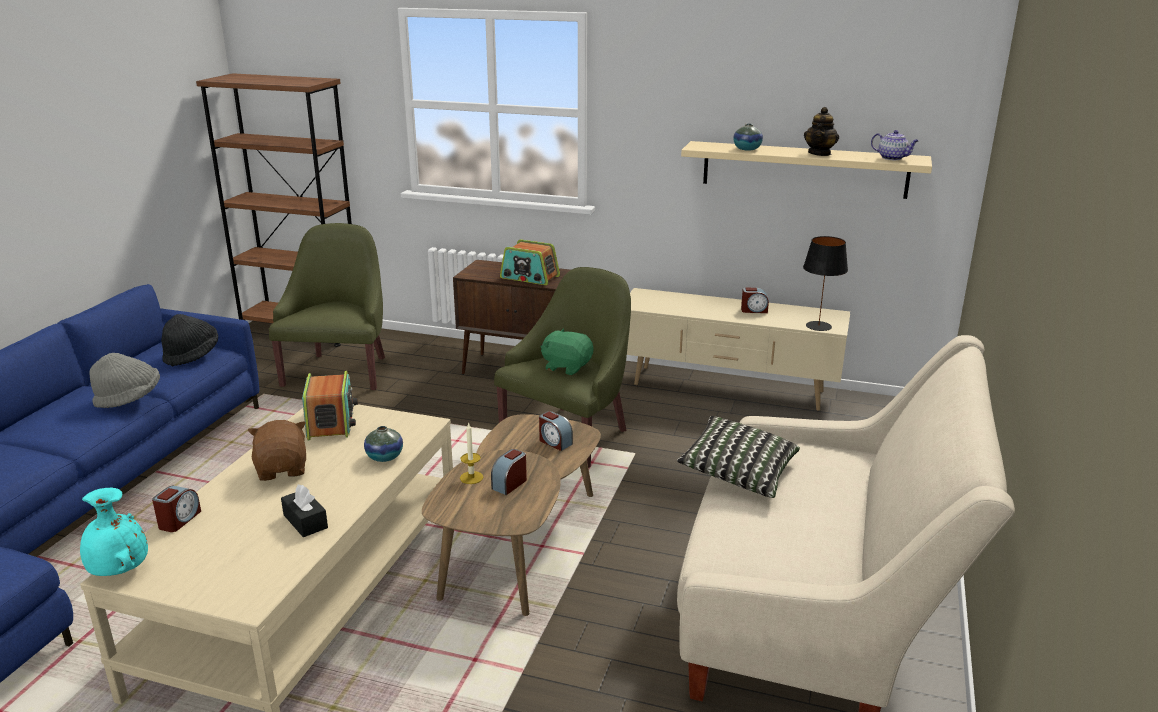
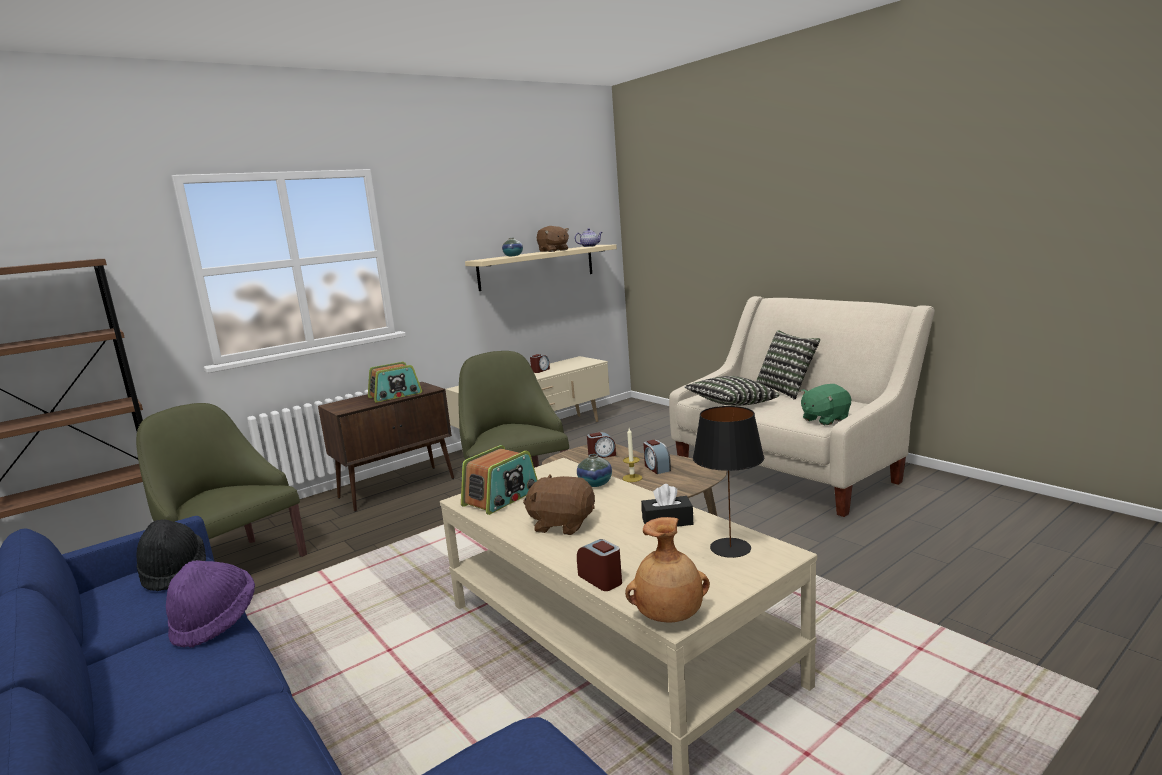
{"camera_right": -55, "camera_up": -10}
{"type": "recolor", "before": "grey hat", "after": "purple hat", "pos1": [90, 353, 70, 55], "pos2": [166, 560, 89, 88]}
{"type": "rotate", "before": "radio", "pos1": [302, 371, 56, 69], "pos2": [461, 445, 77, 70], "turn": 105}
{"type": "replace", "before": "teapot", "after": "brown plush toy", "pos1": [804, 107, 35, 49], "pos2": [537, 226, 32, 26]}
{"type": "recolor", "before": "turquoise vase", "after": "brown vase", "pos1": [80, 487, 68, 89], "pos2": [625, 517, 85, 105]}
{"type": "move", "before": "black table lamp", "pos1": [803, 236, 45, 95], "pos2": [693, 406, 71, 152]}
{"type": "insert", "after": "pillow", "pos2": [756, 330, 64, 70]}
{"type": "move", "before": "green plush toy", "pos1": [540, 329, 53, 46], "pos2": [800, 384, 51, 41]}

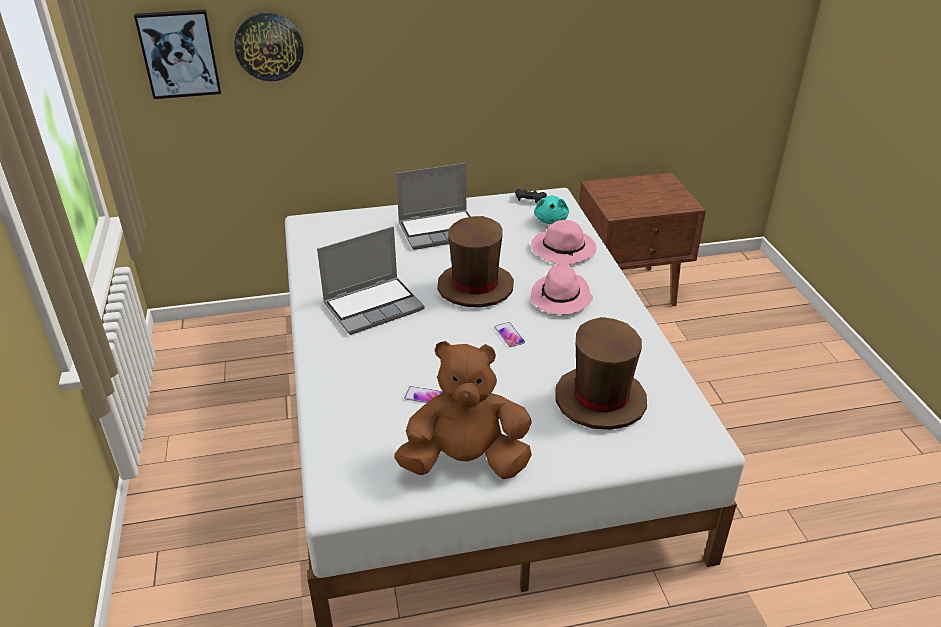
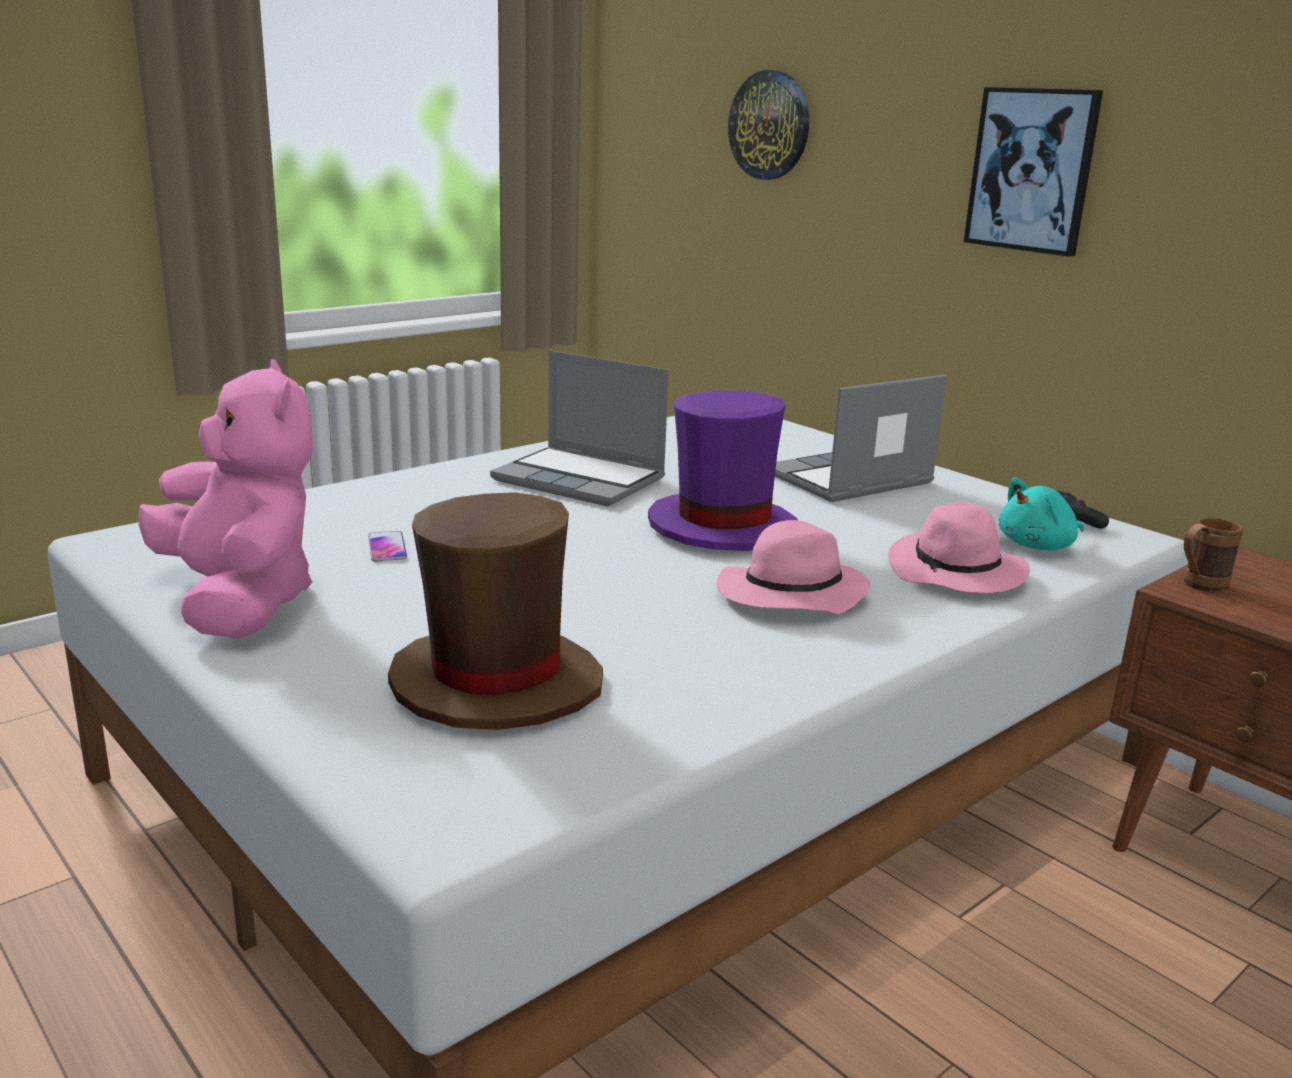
{"camera_right": 60, "camera_up": -15}
{"type": "recolor", "before": "brown plush toy", "after": "pink plush toy", "pos1": [395, 341, 137, 138], "pos2": [138, 359, 175, 279]}
{"type": "recolor", "before": "brown hat", "after": "purple hat", "pos1": [437, 216, 77, 91], "pos2": [648, 390, 151, 161]}
{"type": "rotate", "before": "laptop", "pos1": [396, 163, 75, 87], "pos2": [775, 375, 172, 127], "turn": 105}
{"type": "move", "before": "picture", "pos1": [134, 9, 87, 90], "pos2": [964, 87, 139, 170]}
{"type": "insert", "after": "brown mug", "pos2": [1184, 517, 59, 76]}
{"type": "delete", "before": "phone", "pos1": [494, 322, 31, 25]}

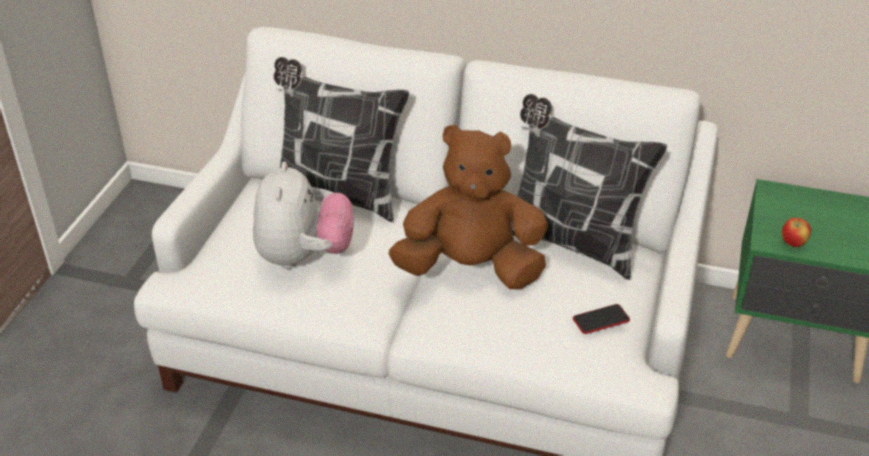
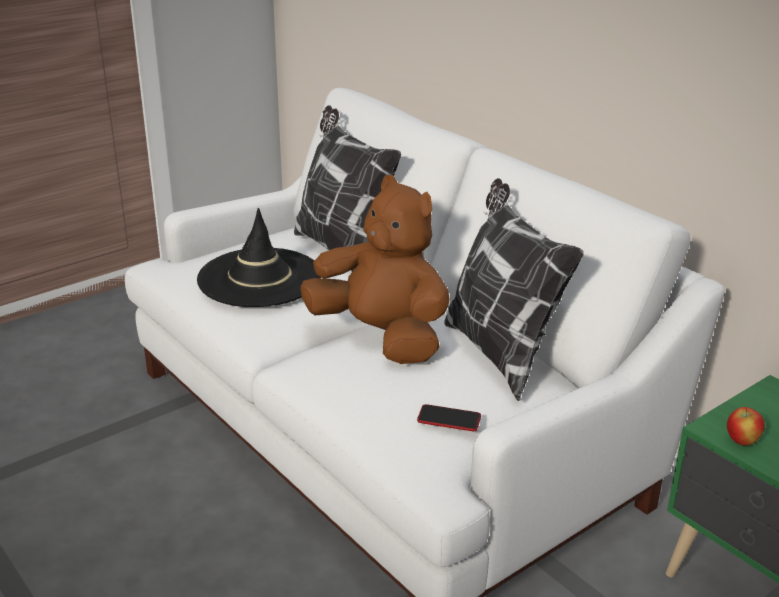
{"camera_right": 35, "camera_up": -10}
{"type": "replace", "before": "plush toy", "after": "black hat", "pos1": [253, 162, 101, 107], "pos2": [197, 208, 124, 99]}

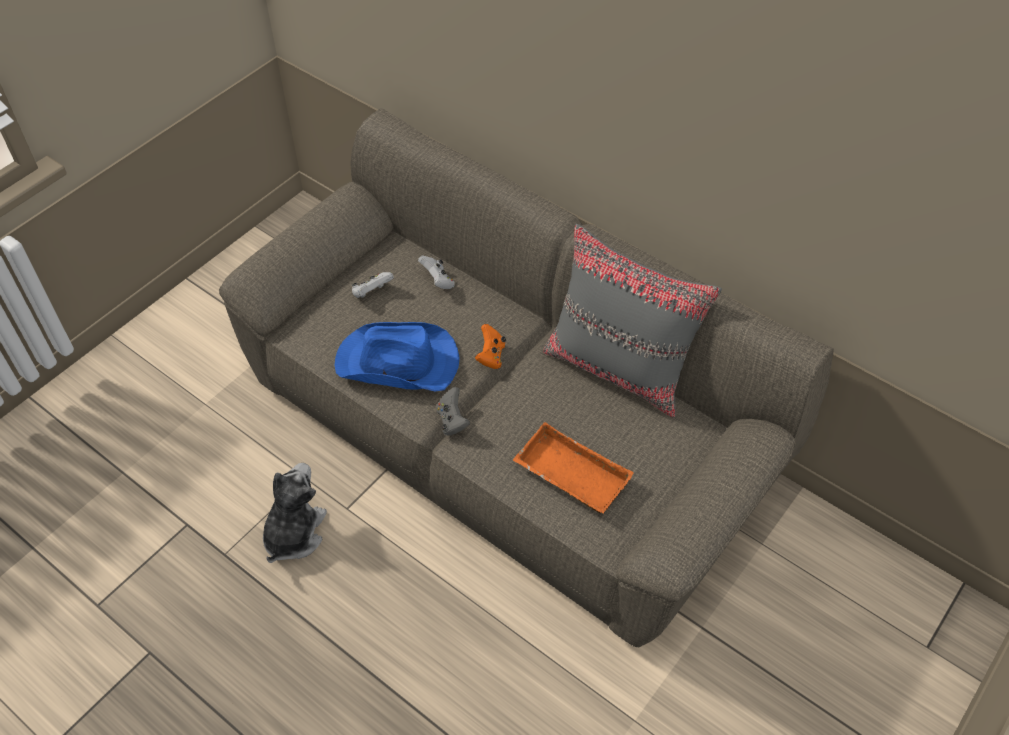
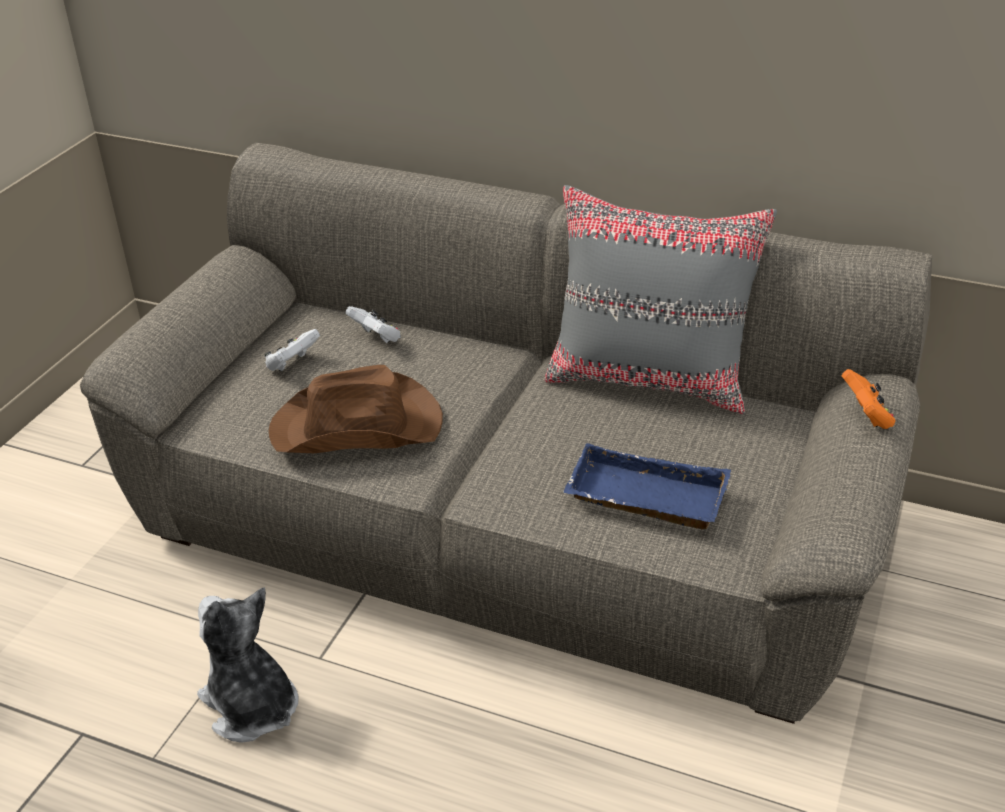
{"camera_right": -15, "camera_up": -15}
{"type": "rotate", "before": "plush toy", "pos1": [263, 463, 64, 100], "pos2": [197, 587, 101, 156], "turn": -45}
{"type": "recolor", "before": "blue hat", "after": "brown hat", "pos1": [335, 322, 125, 70], "pos2": [269, 365, 174, 88]}
{"type": "recolor", "before": "orange tray", "after": "blue tray", "pos1": [513, 422, 121, 92], "pos2": [563, 443, 168, 86]}
{"type": "move", "before": "orange game controller", "pos1": [475, 324, 31, 45], "pos2": [842, 369, 53, 60]}
{"type": "delete", "before": "grey game controller", "pos1": [436, 387, 34, 49]}

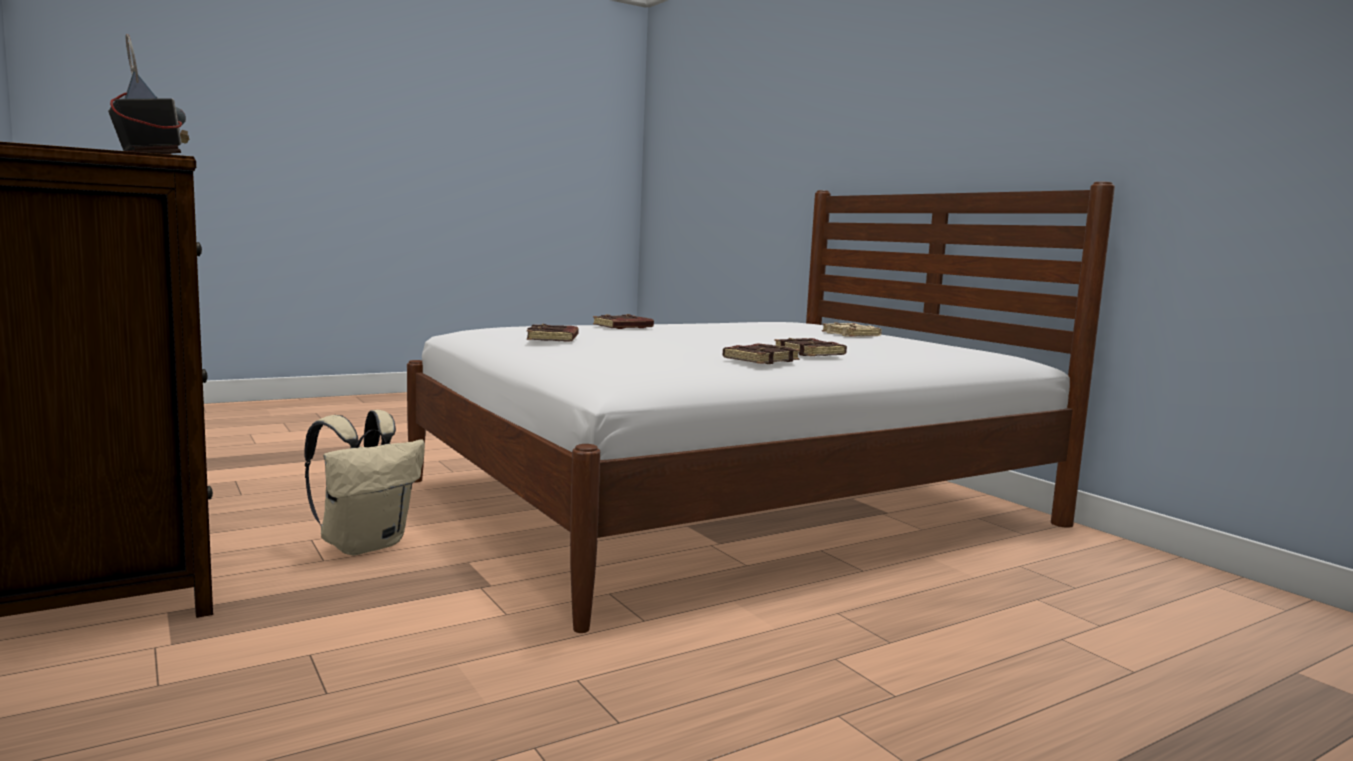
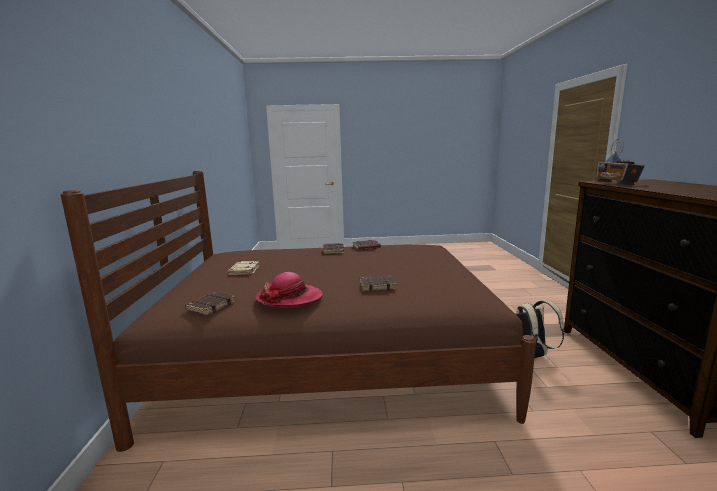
{"camera_right": -150, "camera_up": 5}
{"type": "recolor", "before": "white bed", "after": "brown bed", "pos1": [407, 182, 708, 451], "pos2": [61, 171, 475, 281]}
{"type": "move", "before": "brown book", "pos1": [527, 323, 52, 19], "pos2": [185, 292, 51, 23]}
{"type": "insert", "after": "hat", "pos2": [255, 272, 68, 36]}

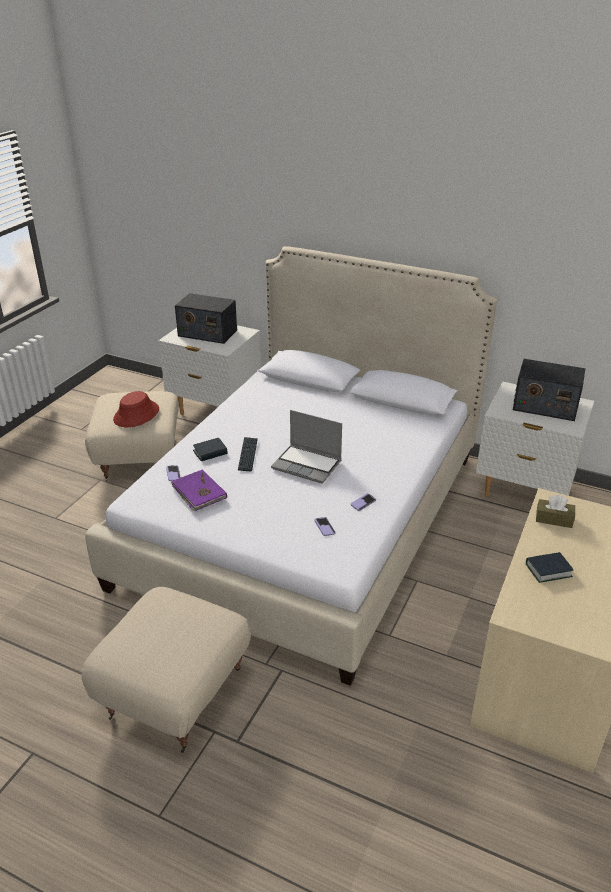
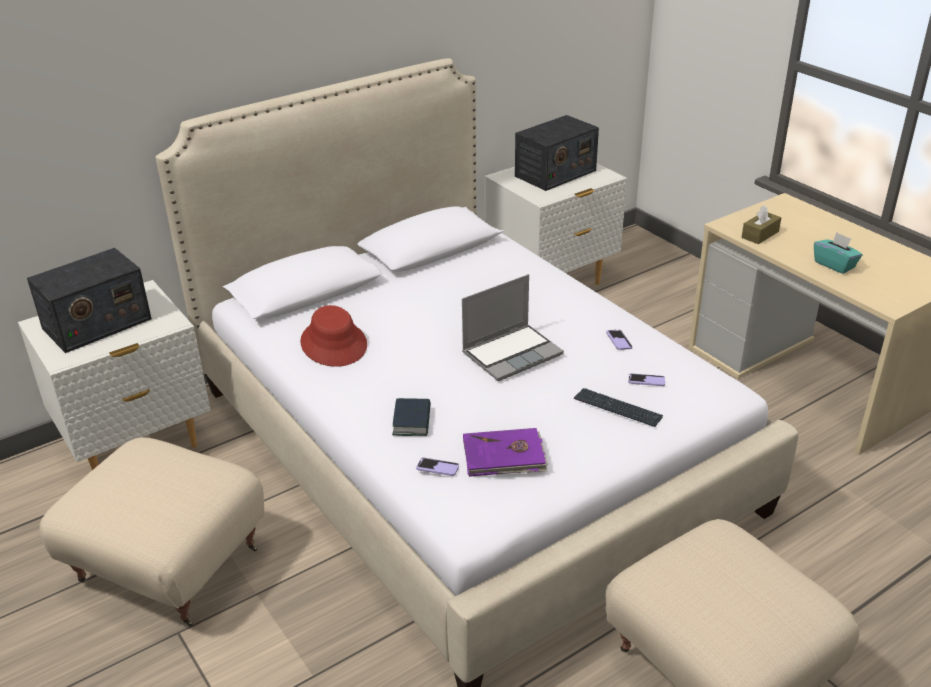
{"camera_right": -60, "camera_up": 0}
{"type": "move", "before": "red hat", "pos1": [113, 391, 46, 36], "pos2": [300, 305, 67, 62]}
{"type": "move", "before": "keyboard", "pos1": [238, 437, 20, 34], "pos2": [574, 388, 89, 39]}
{"type": "replace", "before": "book", "after": "turquoise tissue box", "pos1": [526, 552, 47, 31], "pos2": [814, 232, 49, 42]}

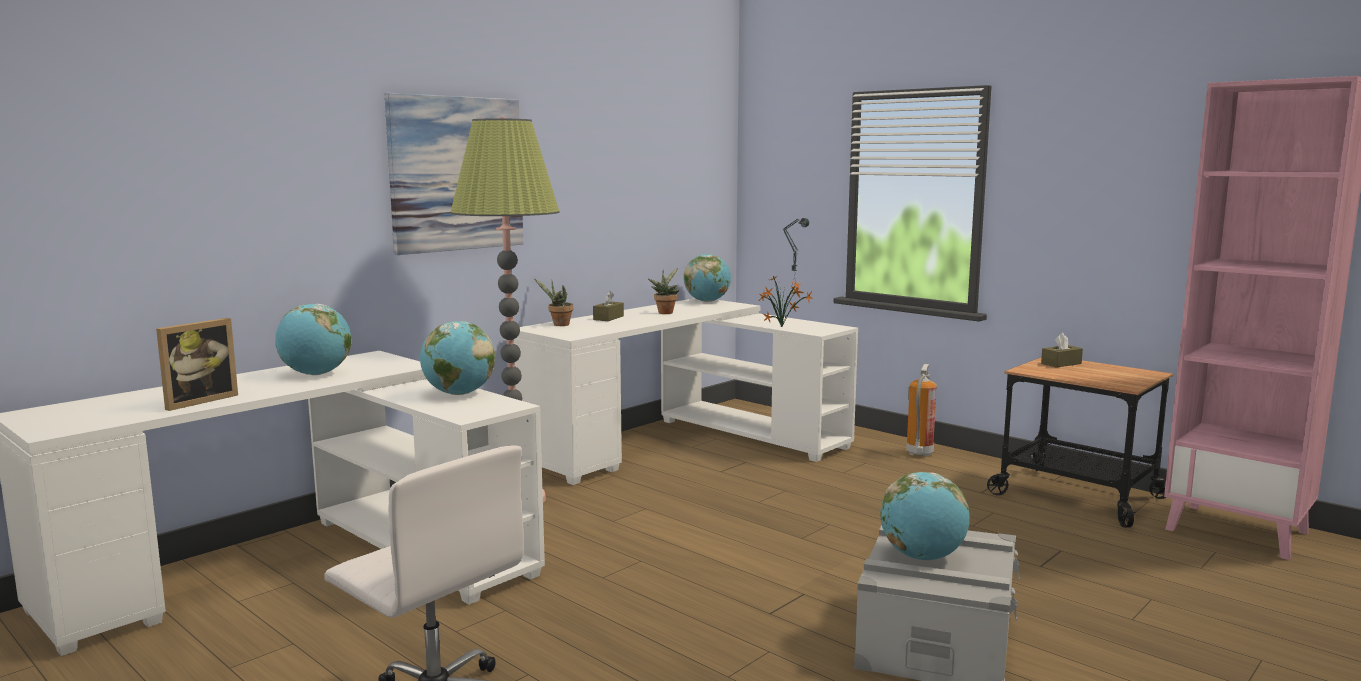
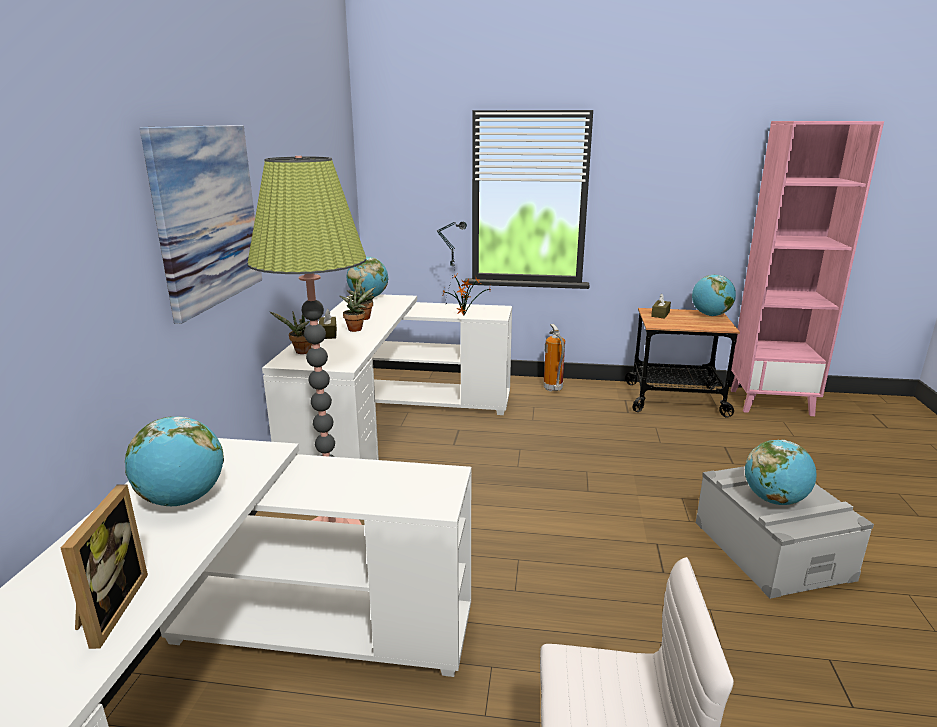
{"camera_right": -35, "camera_up": 10}
{"type": "insert", "after": "potted plant", "pos2": [340, 287, 35, 45]}
{"type": "move", "before": "globe", "pos1": [420, 321, 75, 74], "pos2": [692, 274, 44, 42]}

